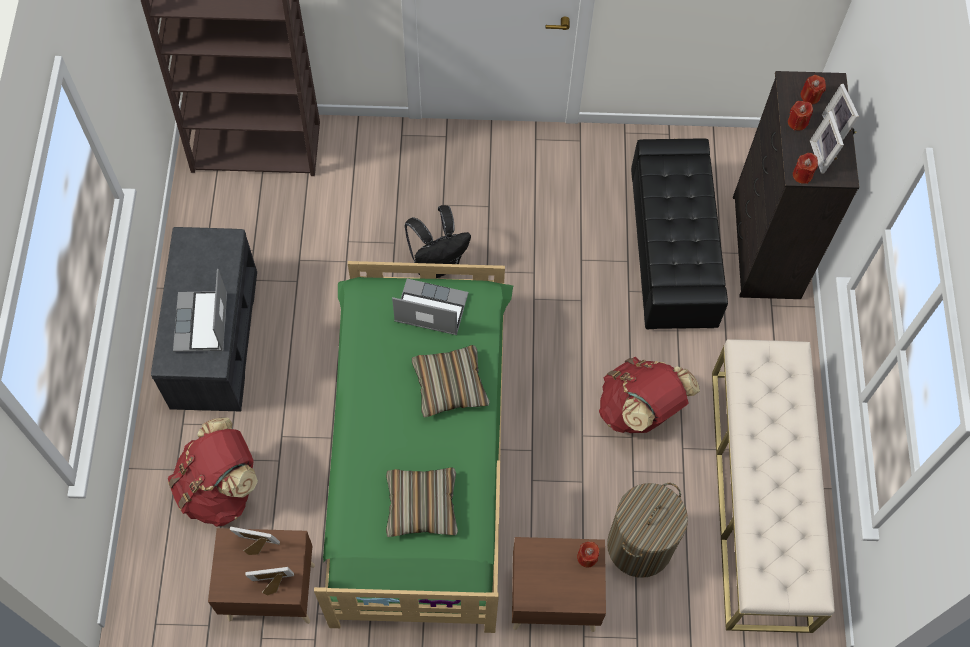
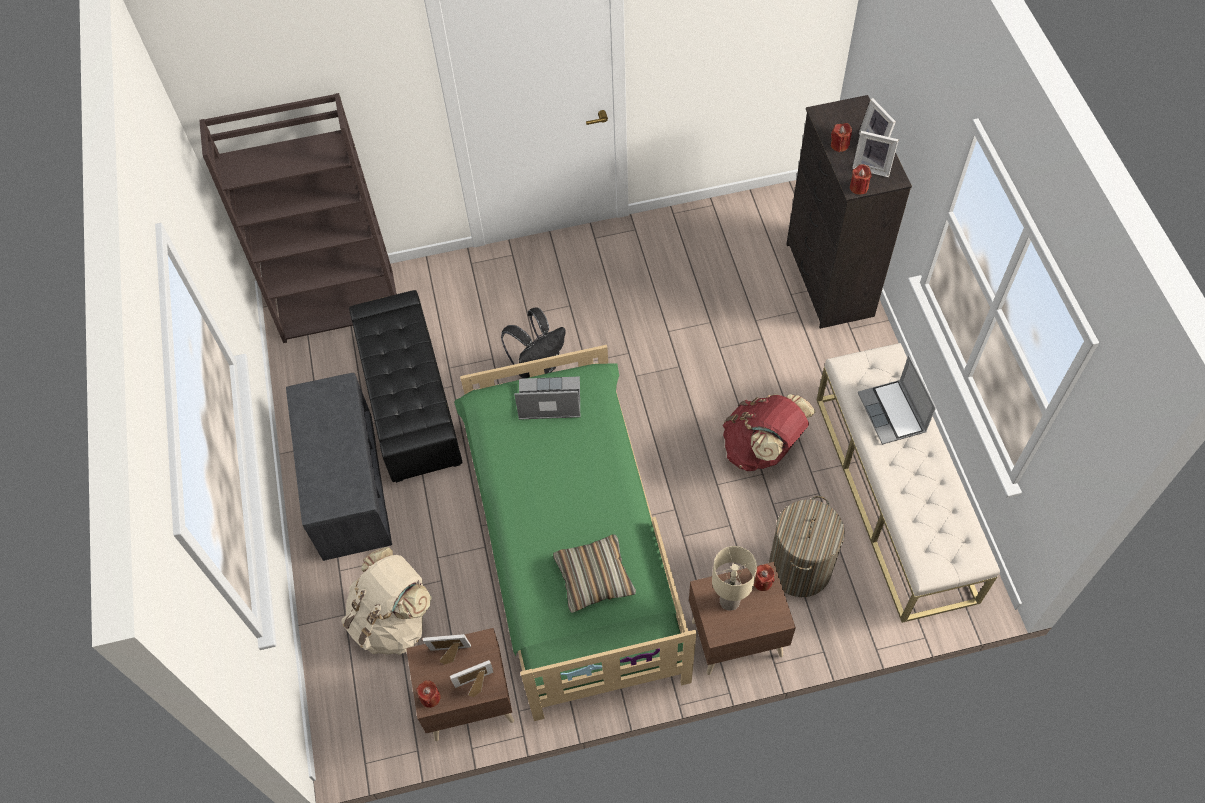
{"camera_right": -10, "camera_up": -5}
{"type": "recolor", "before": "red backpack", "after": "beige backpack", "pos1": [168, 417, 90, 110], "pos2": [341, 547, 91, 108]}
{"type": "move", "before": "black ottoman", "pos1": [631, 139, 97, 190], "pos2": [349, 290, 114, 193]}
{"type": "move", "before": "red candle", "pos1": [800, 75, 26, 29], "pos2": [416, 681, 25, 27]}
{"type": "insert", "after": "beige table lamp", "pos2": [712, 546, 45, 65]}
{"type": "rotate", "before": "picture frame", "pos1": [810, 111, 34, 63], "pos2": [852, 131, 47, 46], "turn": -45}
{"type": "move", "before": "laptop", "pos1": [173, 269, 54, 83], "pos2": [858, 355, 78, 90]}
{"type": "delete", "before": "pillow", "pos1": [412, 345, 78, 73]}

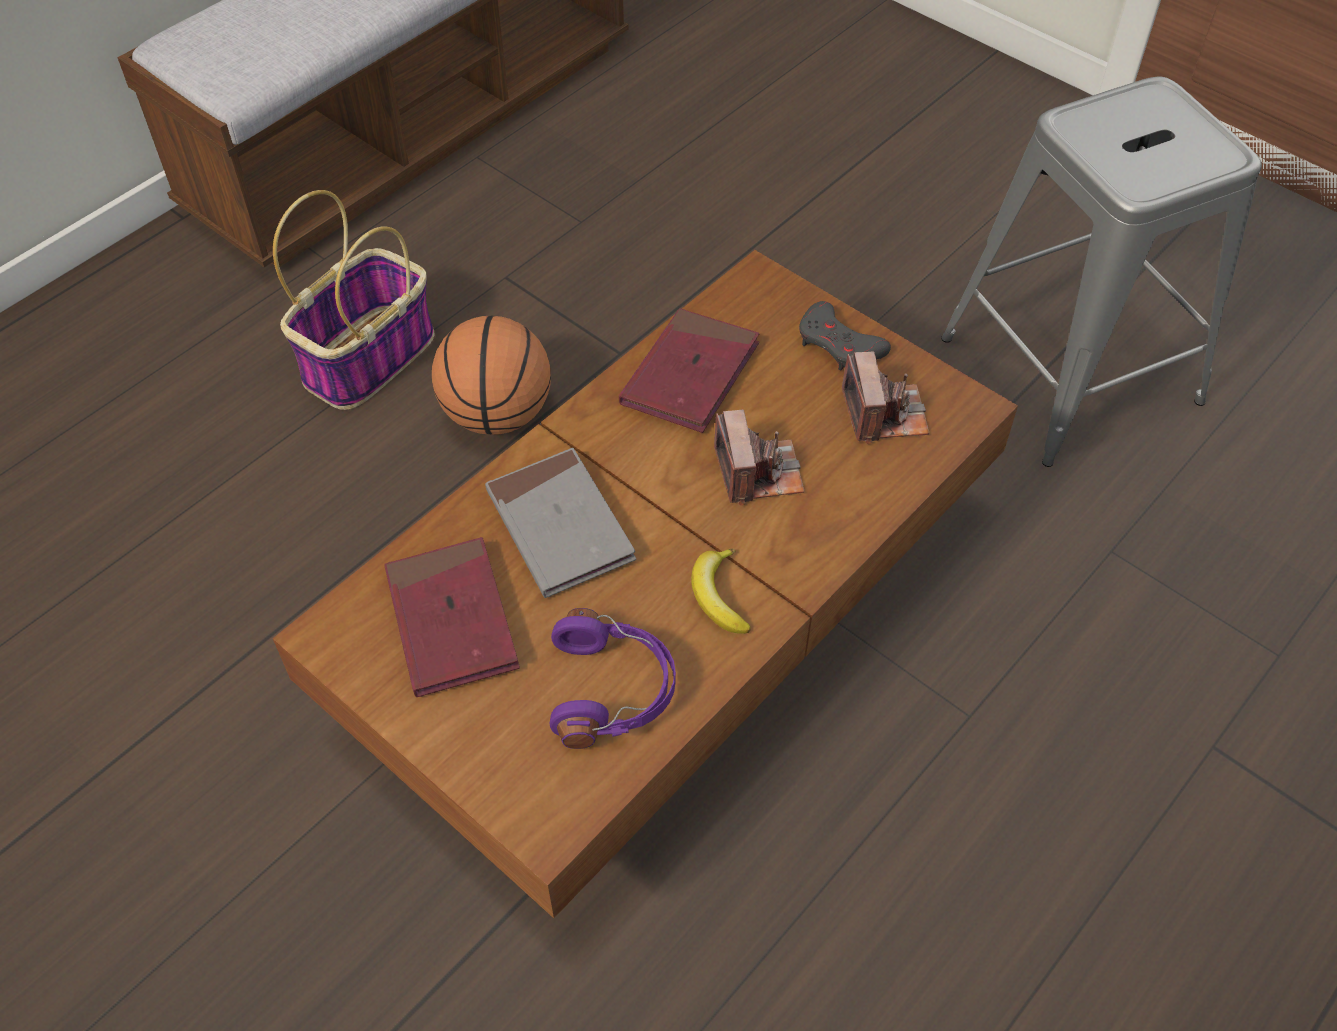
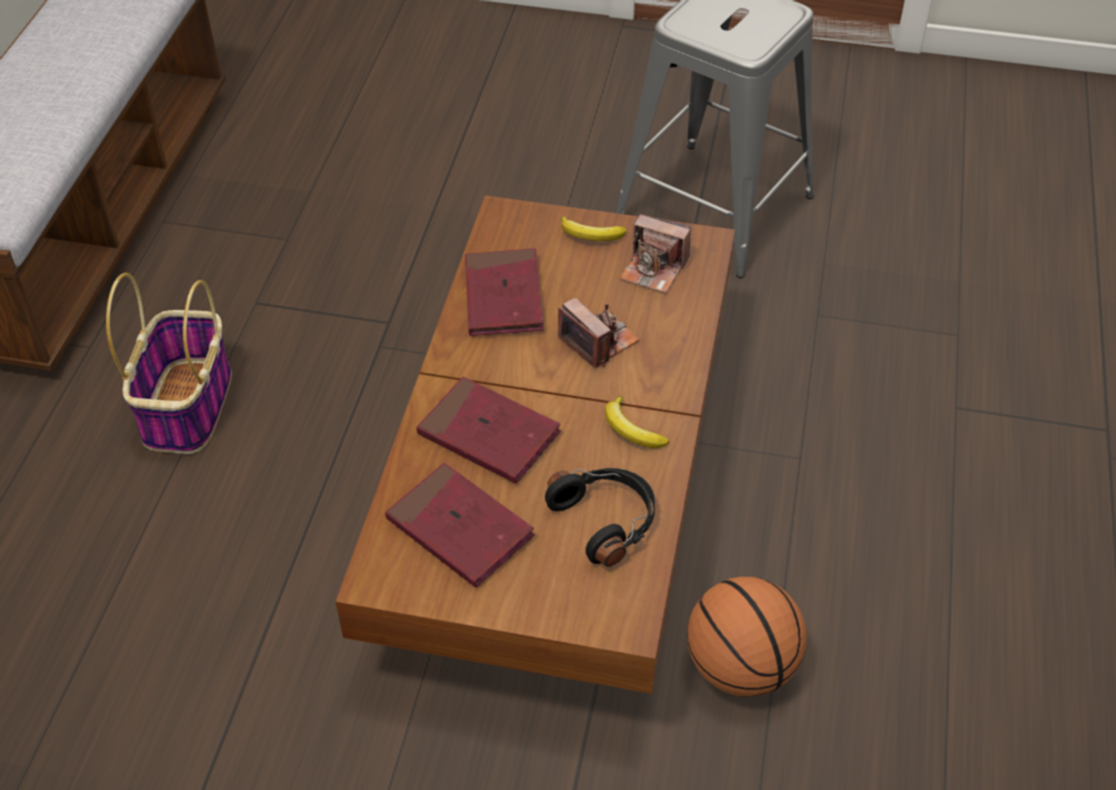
{"camera_right": -30, "camera_up": -5}
{"type": "recolor", "before": "grey book", "after": "red book", "pos1": [485, 448, 151, 150], "pos2": [416, 377, 145, 107]}
{"type": "recolor", "before": "purple headphones", "after": "black headphones", "pos1": [549, 608, 127, 141], "pos2": [545, 468, 110, 99]}
{"type": "replace", "before": "grey game controller", "after": "banana", "pos1": [799, 301, 92, 70], "pos2": [561, 216, 66, 25]}
{"type": "rotate", "before": "photo camera", "pos1": [842, 351, 87, 94], "pos2": [619, 214, 72, 79], "turn": 150}
{"type": "move", "before": "basketball", "pos1": [432, 316, 119, 119], "pos2": [687, 577, 120, 120]}

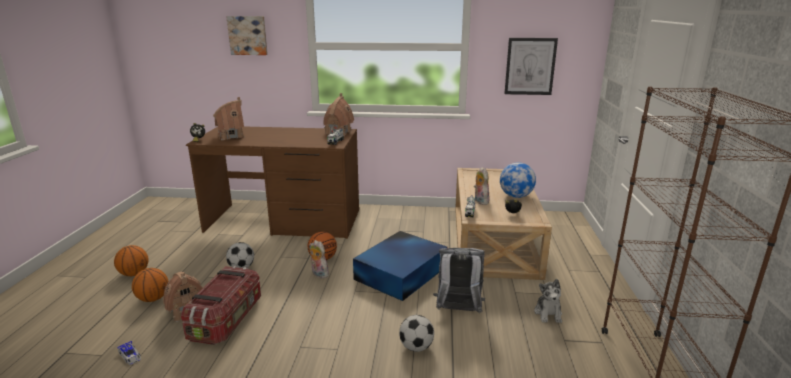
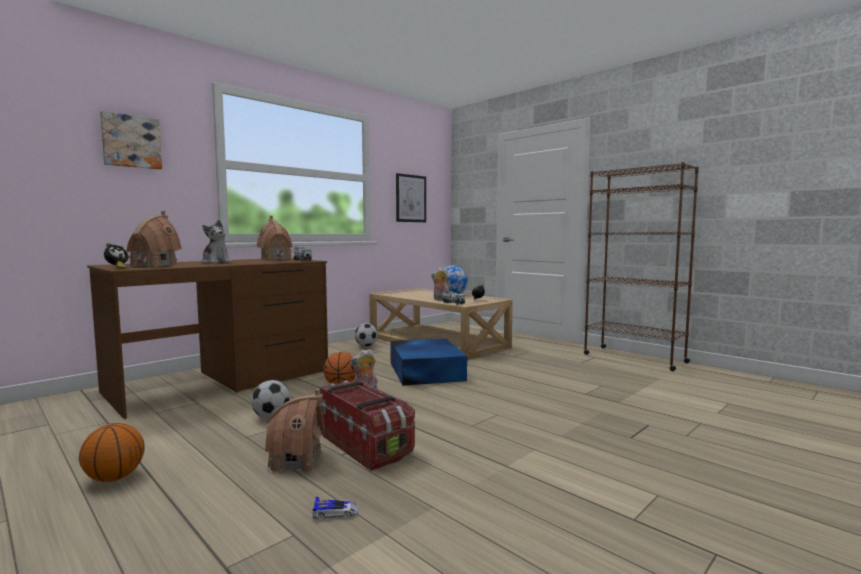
{"camera_right": -50, "camera_up": -15}
{"type": "move", "before": "plush toy", "pos1": [534, 279, 28, 44], "pos2": [202, 220, 30, 43]}
{"type": "move", "before": "football", "pos1": [399, 315, 35, 37], "pos2": [355, 323, 23, 24]}
{"type": "delete", "before": "basketball", "pos1": [132, 268, 37, 34]}
{"type": "delete", "before": "grey backpack", "pos1": [433, 248, 52, 65]}

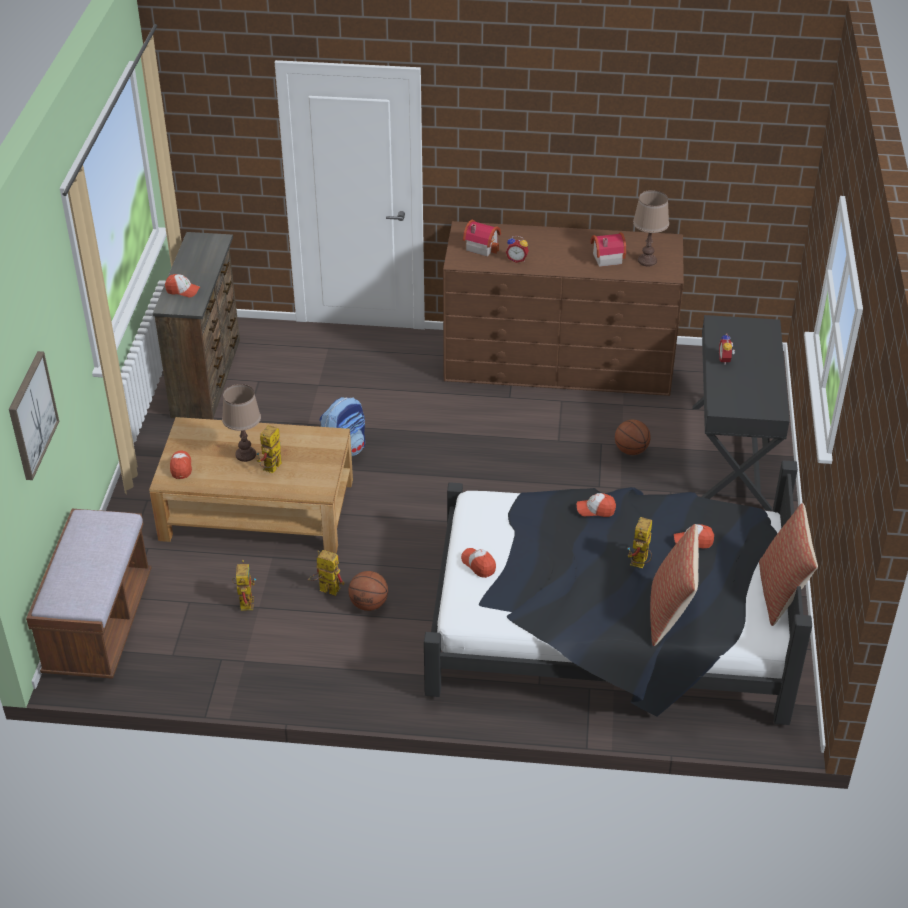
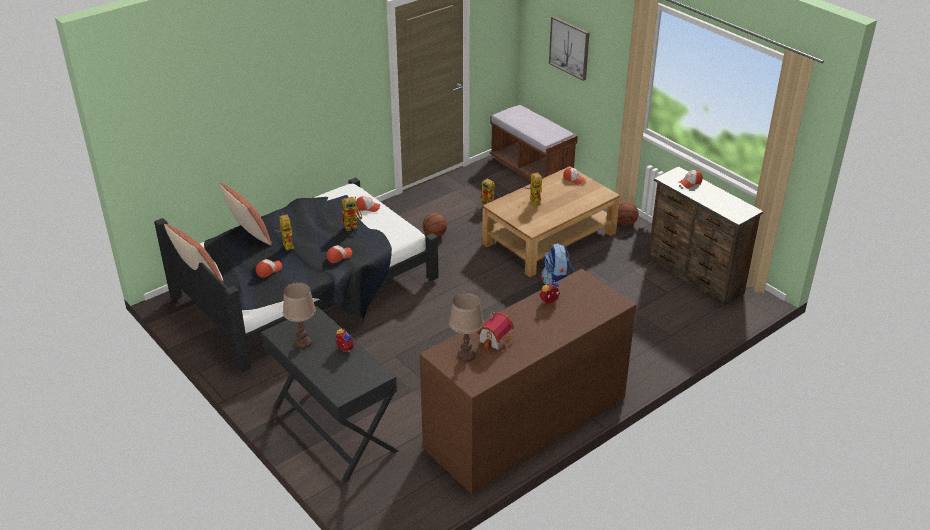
{"camera_right": 135, "camera_up": -5}
{"type": "move", "before": "brown table lamp", "pos1": [222, 384, 39, 78], "pos2": [283, 282, 33, 67]}
{"type": "move", "before": "toy robot", "pos1": [308, 550, 36, 46], "pos2": [341, 196, 21, 35]}
{"type": "move", "before": "basketball", "pos1": [615, 419, 36, 36], "pos2": [617, 202, 22, 24]}
{"type": "delete", "before": "toy house", "pos1": [463, 220, 38, 37]}

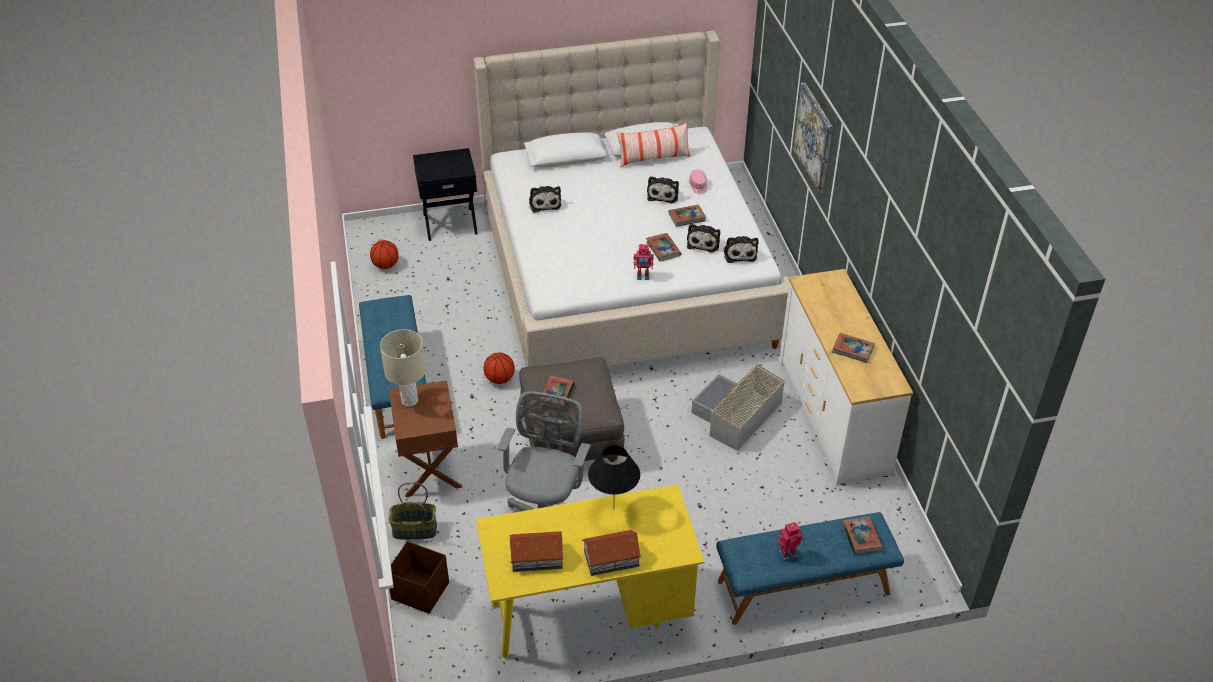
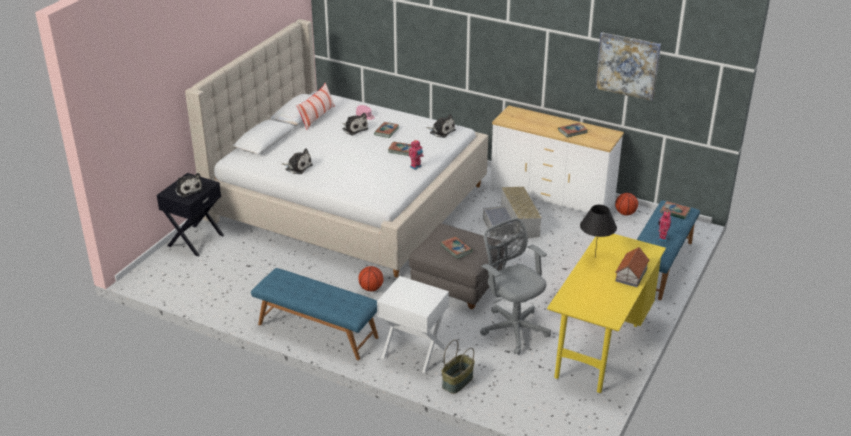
{"camera_right": -50, "camera_up": -10}
{"type": "move", "before": "plush toy", "pos1": [687, 224, 33, 29], "pos2": [175, 173, 28, 25]}
{"type": "recolor", "before": "brown nightstand", "after": "white nightstand", "pos1": [389, 380, 73, 117], "pos2": [377, 276, 72, 97]}
{"type": "move", "before": "picture", "pos1": [793, 82, 40, 112], "pos2": [595, 32, 66, 69]}
{"type": "move", "before": "basketball", "pos1": [370, 240, 29, 29], "pos2": [615, 193, 23, 22]}
{"type": "delete", "before": "beige table lamp", "pos1": [380, 329, 46, 78]}
{"type": "delete", "before": "brown storage box", "pos1": [389, 541, 60, 73]}
{"type": "delete", "before": "toy house", "pos1": [510, 531, 54, 41]}

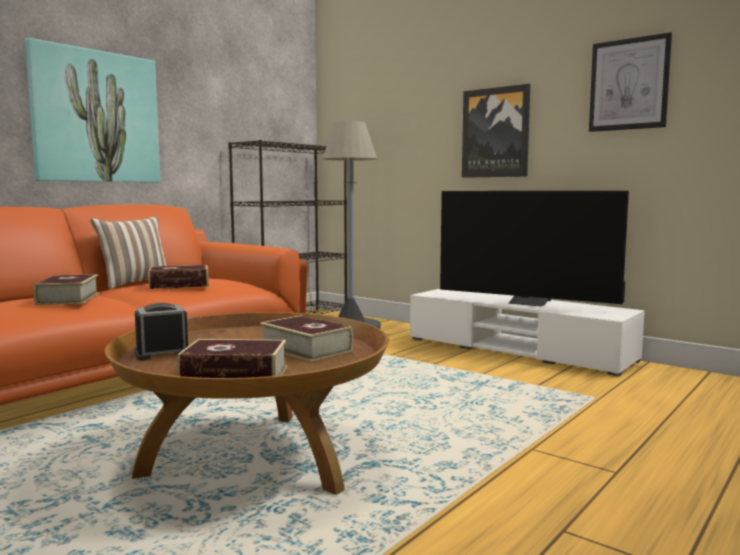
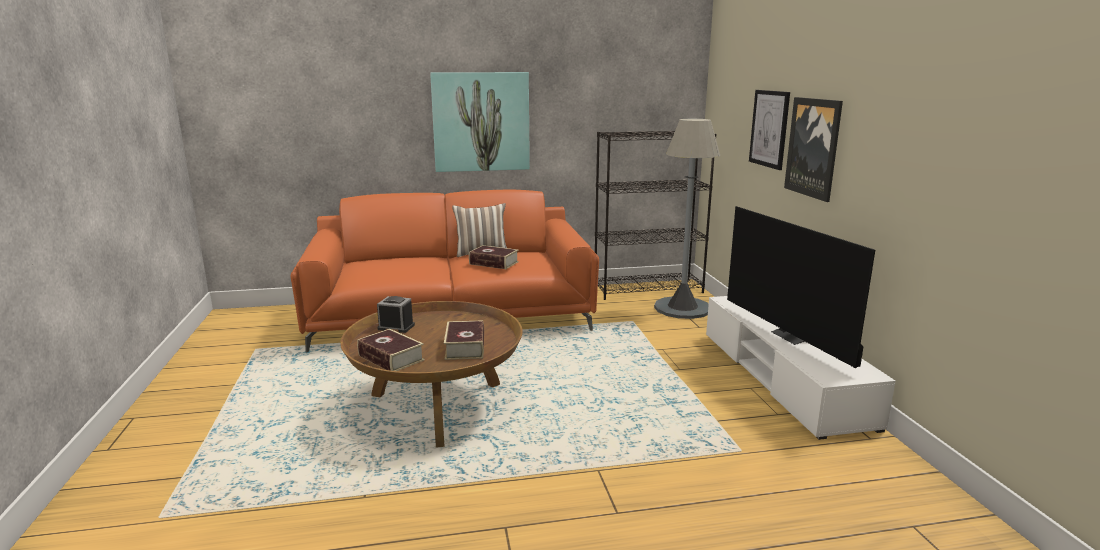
{"camera_right": 40, "camera_up": 10}
{"type": "move", "before": "picture", "pos1": [589, 32, 83, 100], "pos2": [749, 90, 41, 80]}
{"type": "delete", "before": "book", "pos1": [33, 274, 67, 31]}

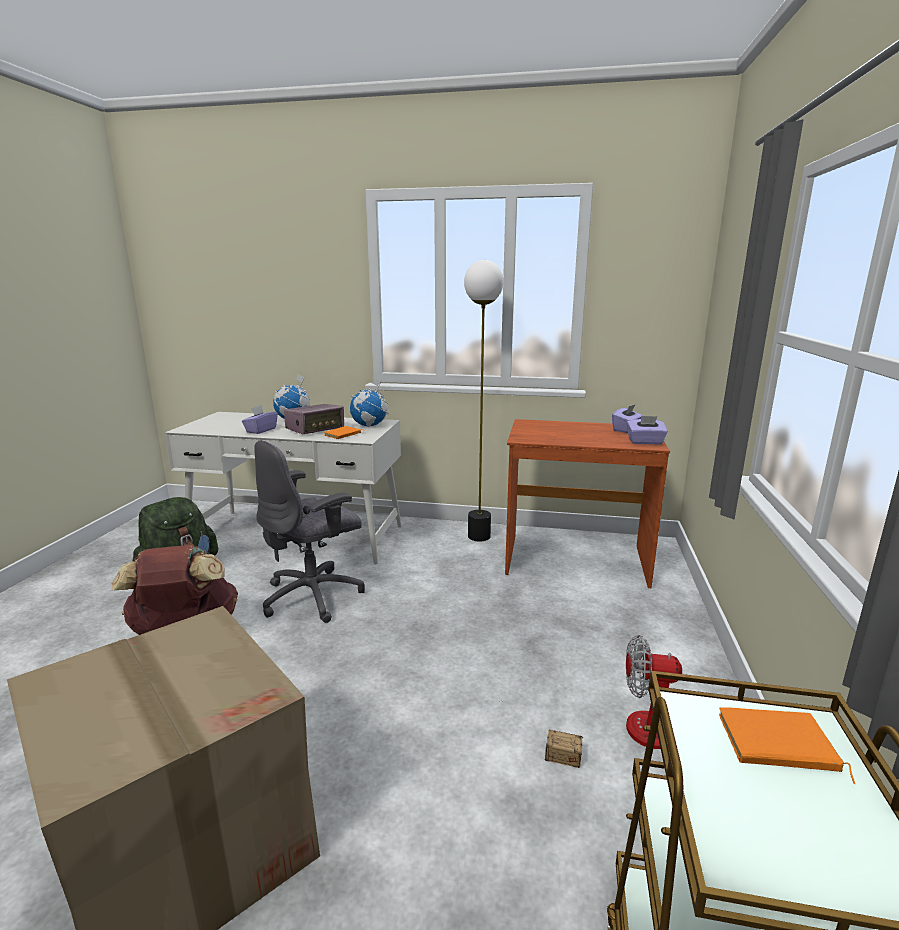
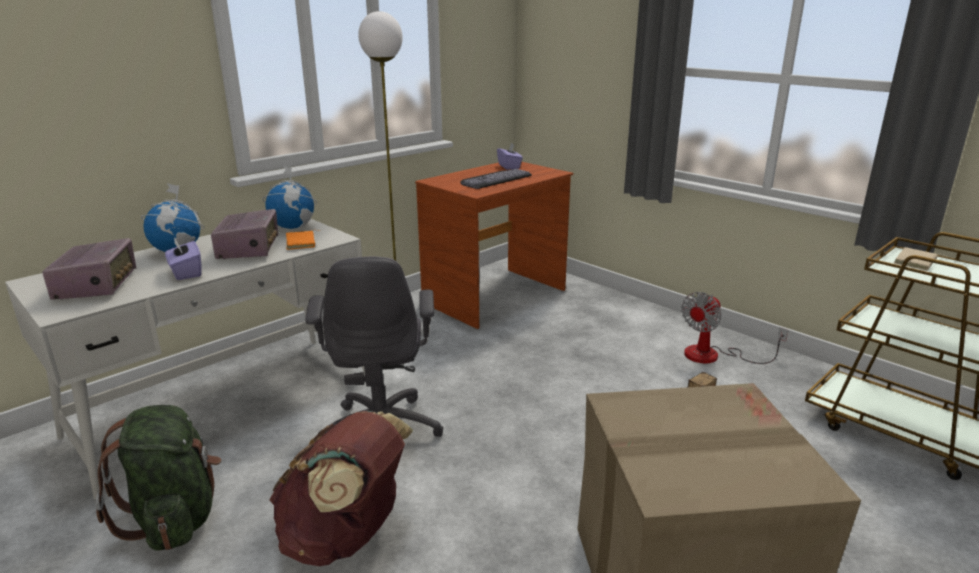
{"camera_right": -55, "camera_up": 5}
{"type": "insert", "after": "radio", "pos2": [42, 238, 94, 62]}
{"type": "insert", "after": "keyboard", "pos2": [460, 169, 72, 20]}
{"type": "recolor", "before": "orange book", "after": "beige book", "pos1": [719, 707, 136, 77], "pos2": [894, 247, 55, 24]}
{"type": "delete", "before": "purple tissue box", "pos1": [627, 416, 41, 28]}

